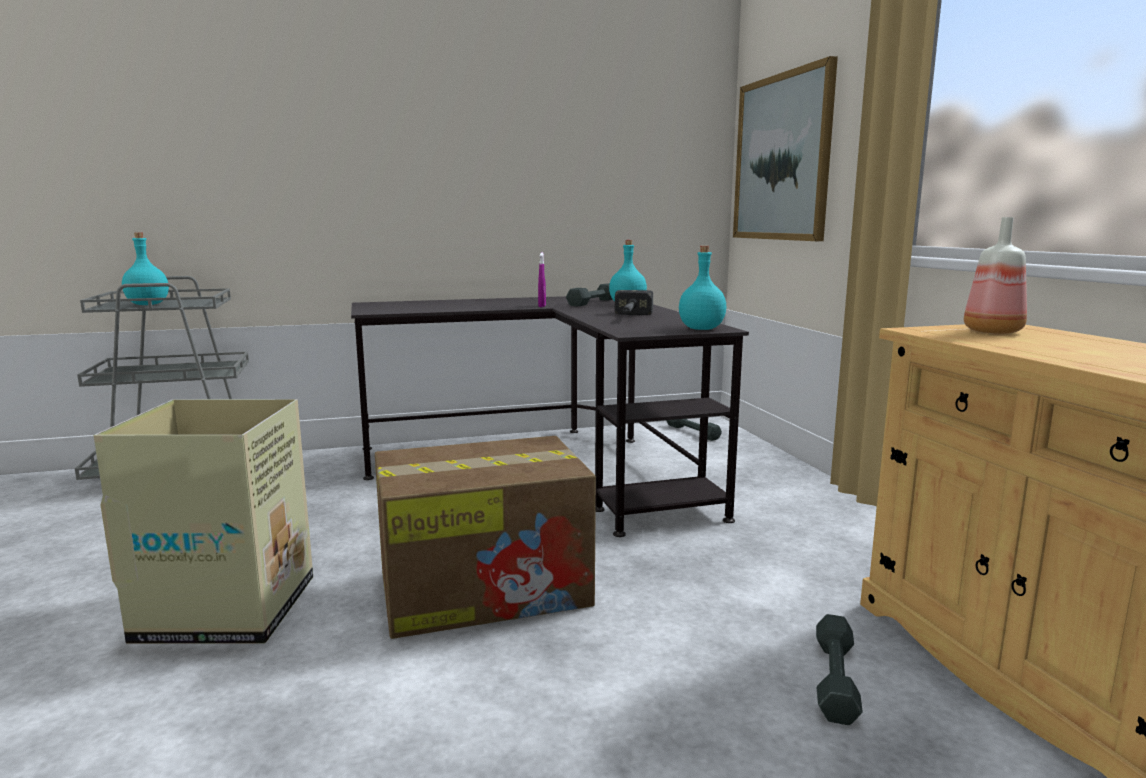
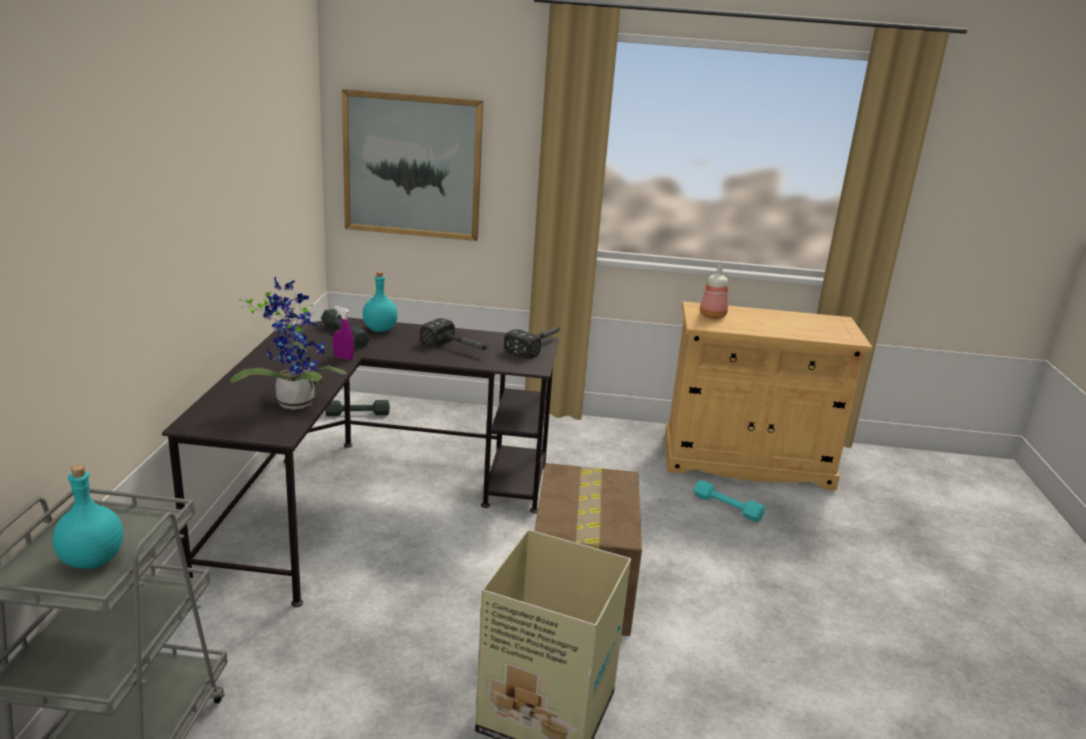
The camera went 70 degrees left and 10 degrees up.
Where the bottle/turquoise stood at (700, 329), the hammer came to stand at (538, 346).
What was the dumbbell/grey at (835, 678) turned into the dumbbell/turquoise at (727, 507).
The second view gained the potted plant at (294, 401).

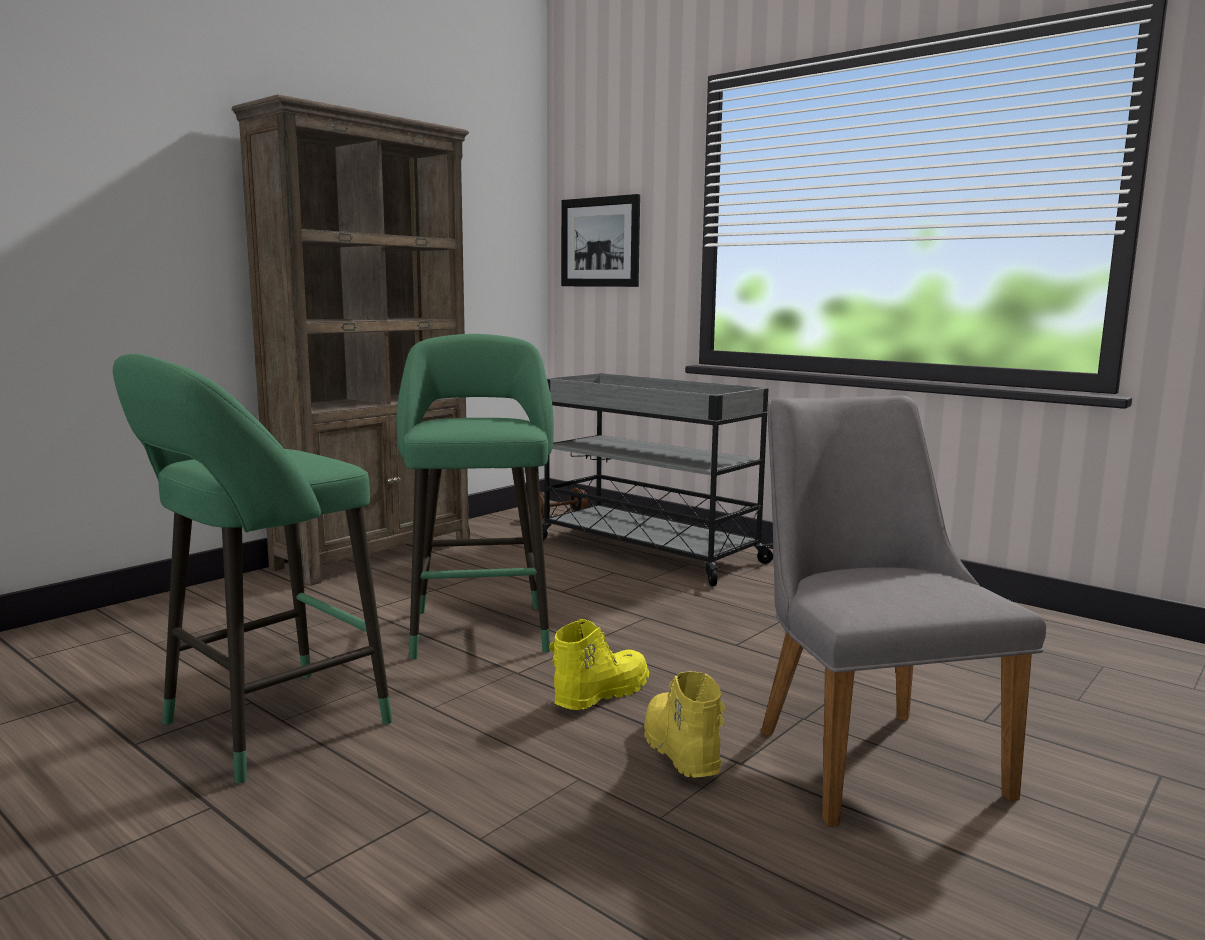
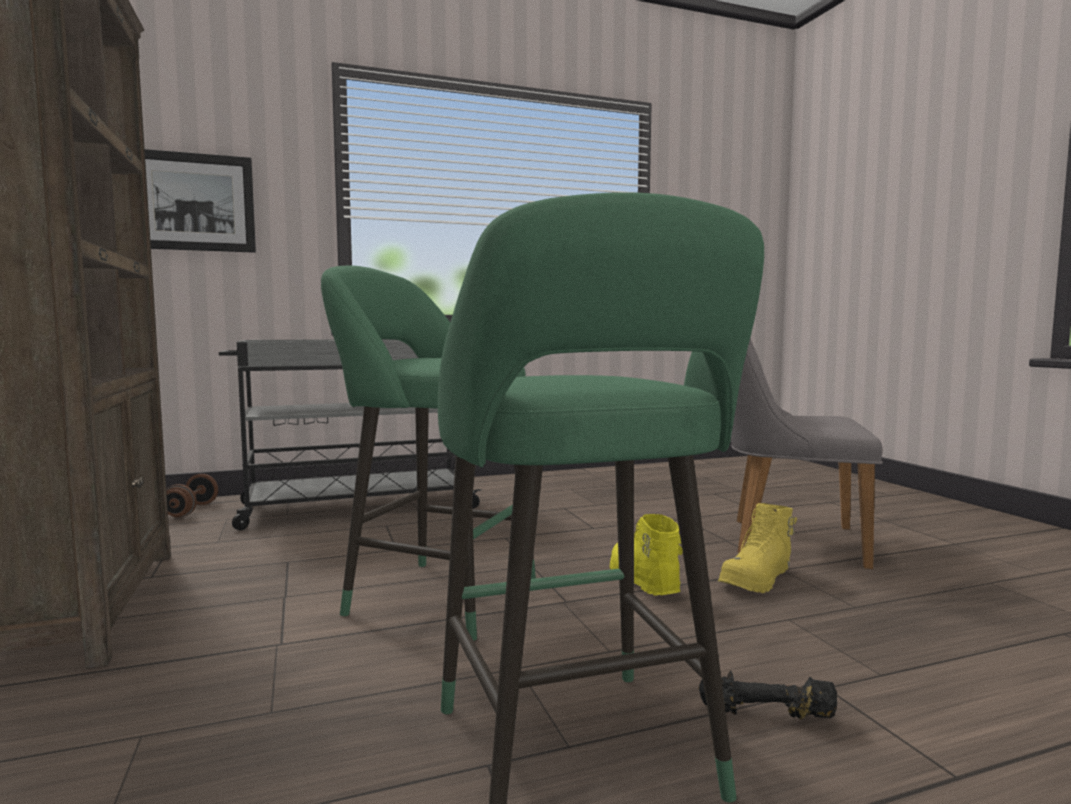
The camera went 60 degrees left and 5 degrees down.
The boot/yellow at (679, 751) ended up facing another way, 60 degrees counterclockwise from before.
The second view gained the dumbbell/black at (767, 715).

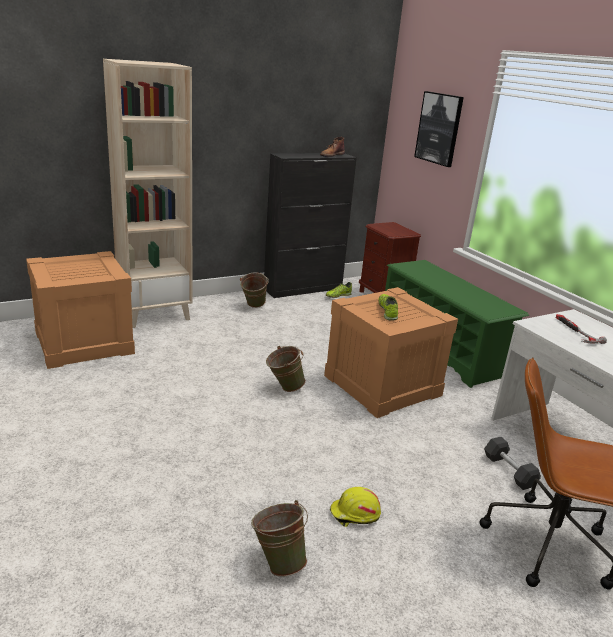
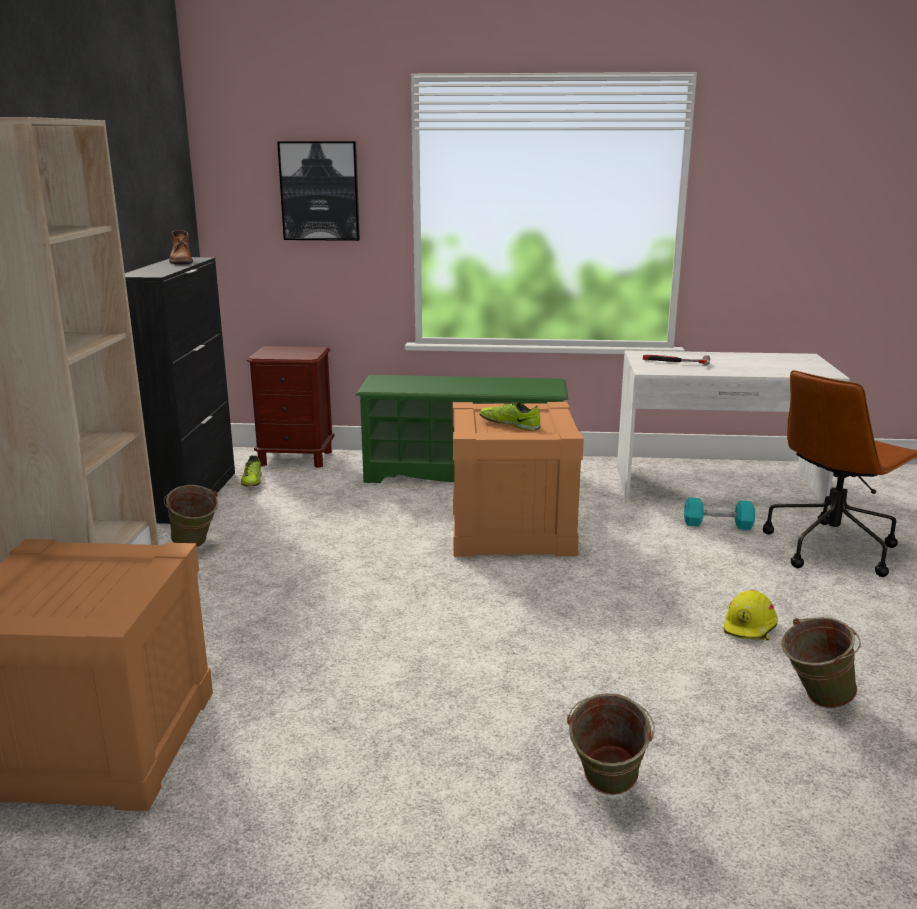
The camera went 55 degrees left and 5 degrees down.
The bucket/green ended up elsewhere, having gone from (284, 388) to (605, 791).
What was the dumbbell/grey at (509, 471) turned into the dumbbell/turquoise at (717, 524).

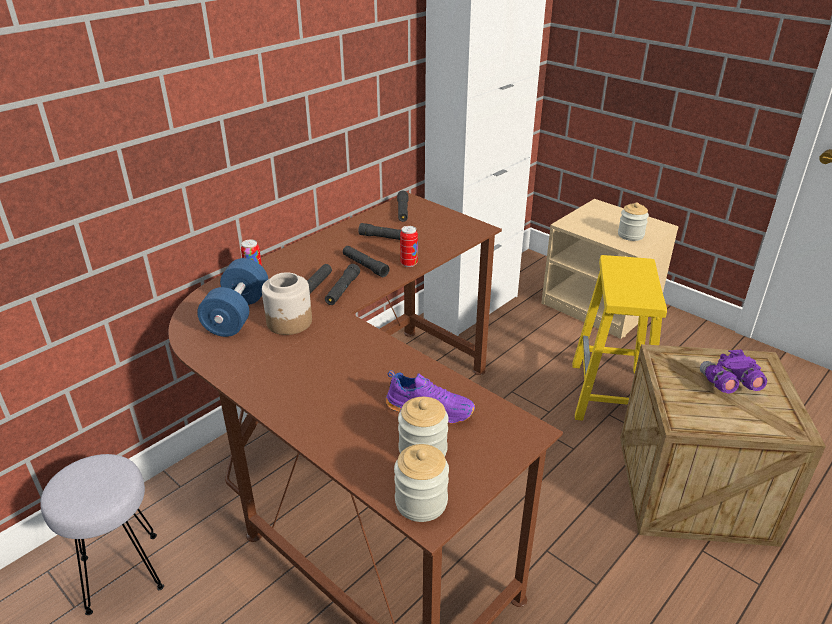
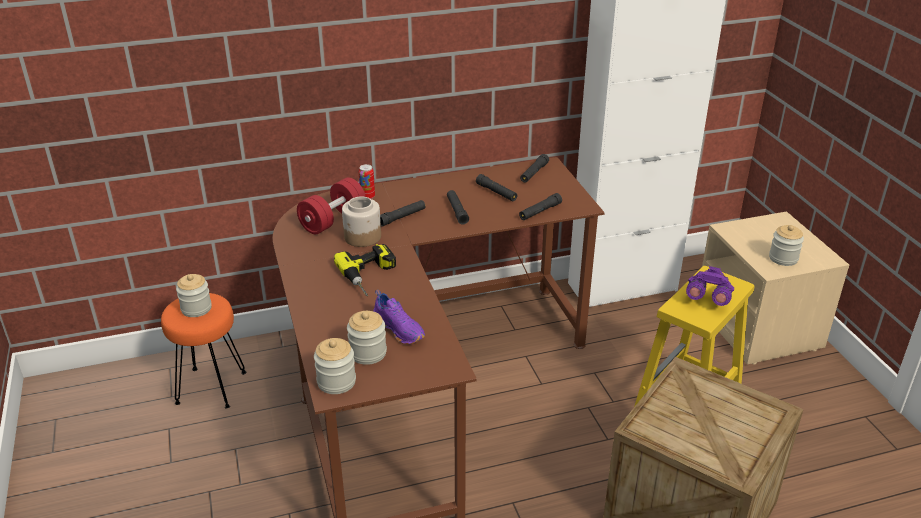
The camera went 30 degrees right and 0 degrees up.
What was the stool/grey at (122, 571) turned into the stool/orange at (211, 387).
What was the dumbbell/blue at (237, 314) turned into the dumbbell/red at (333, 220).
The flashlight/black ended up elsewhere, having gone from (342, 290) to (540, 212).
The second view lost the can at (409, 264).
The binoculars/purple ended up elsewhere, having gone from (728, 385) to (707, 299).
The second view gained the jar at (196, 308).
The second view gained the power drill at (371, 276).

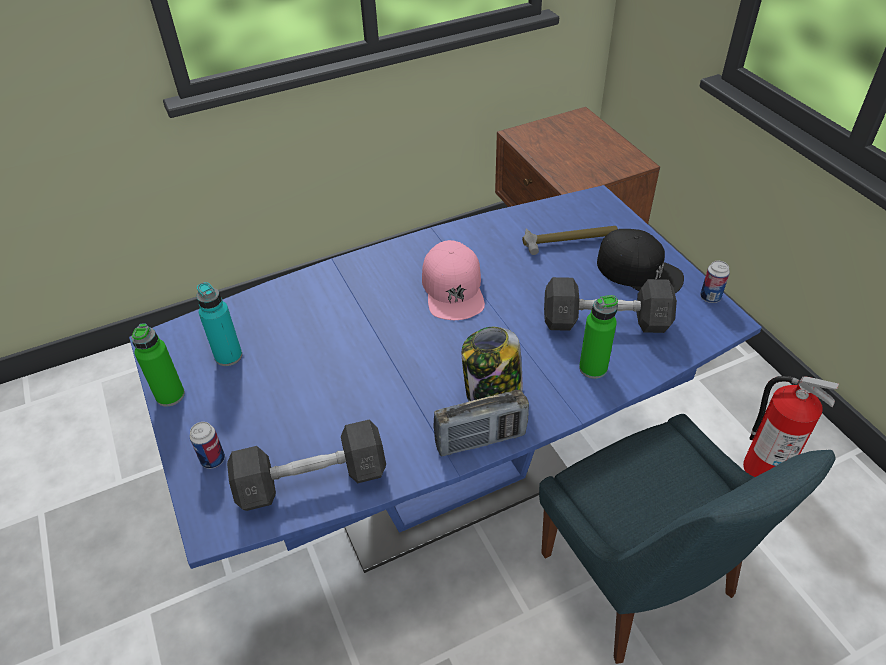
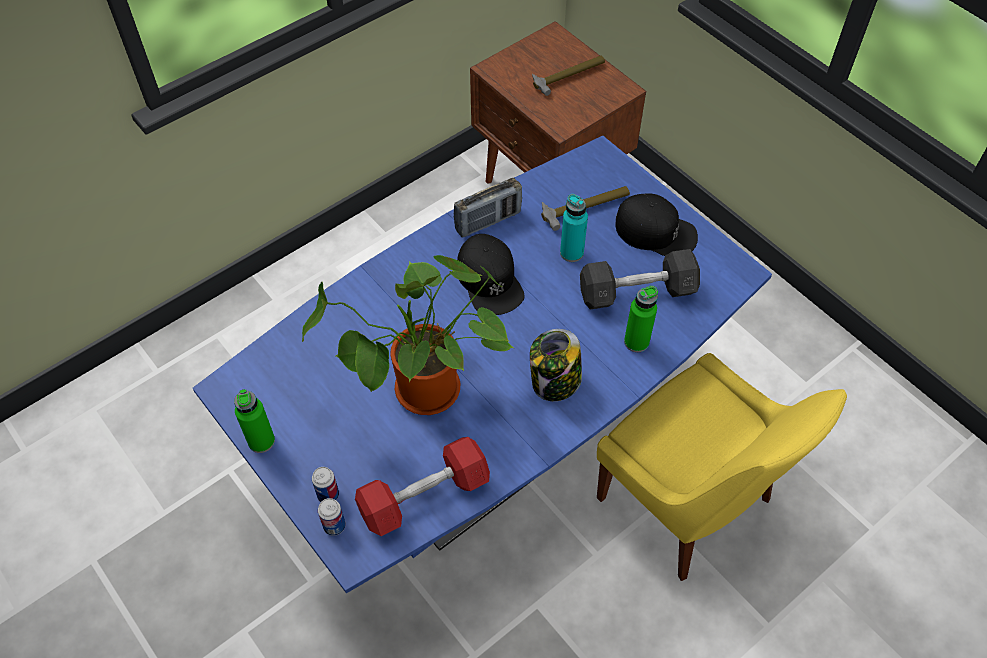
The camera went 15 degrees left and 10 degrees up.
The bottle/turquoise ended up elsewhere, having gone from (228, 356) to (571, 253).
What was the dumbbell/grey at (312, 480) turned into the dumbbell/red at (424, 496).
What was the cap/pink at (453, 288) turned into the cap/black at (490, 280).
The radio ended up elsewhere, having gone from (480, 440) to (488, 221).
What was the chair/blue at (641, 580) turned into the chair/yellow at (689, 504).
The can ended up elsewhere, having gone from (710, 297) to (334, 526).
The second view lost the fire extinguisher at (764, 468).
The second view gained the potted plant at (423, 396).
The second view gained the hammer at (568, 77).

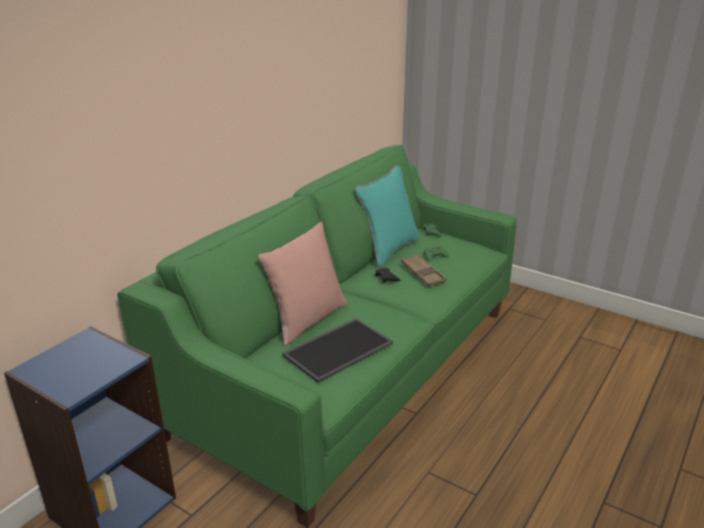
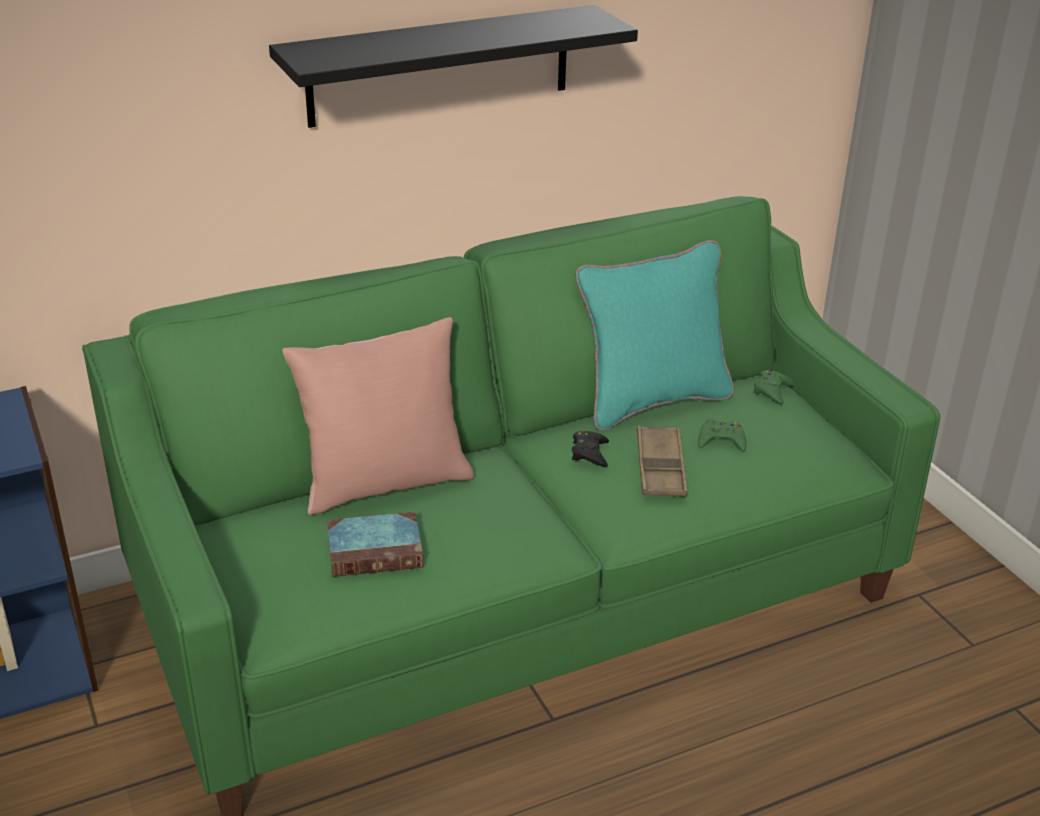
The camera went 30 degrees right and 5 degrees up.
Where the tray stood at (338, 348), the book came to stand at (377, 550).
The second view gained the shelf/black at (440, 66).

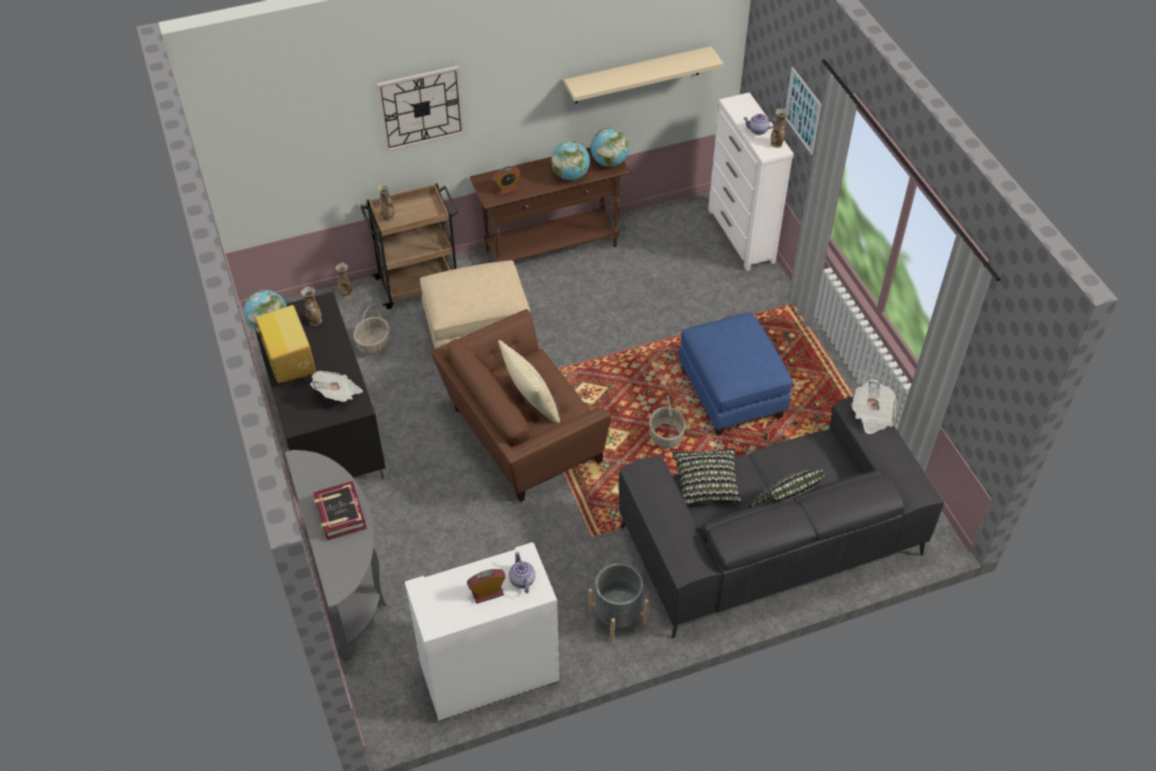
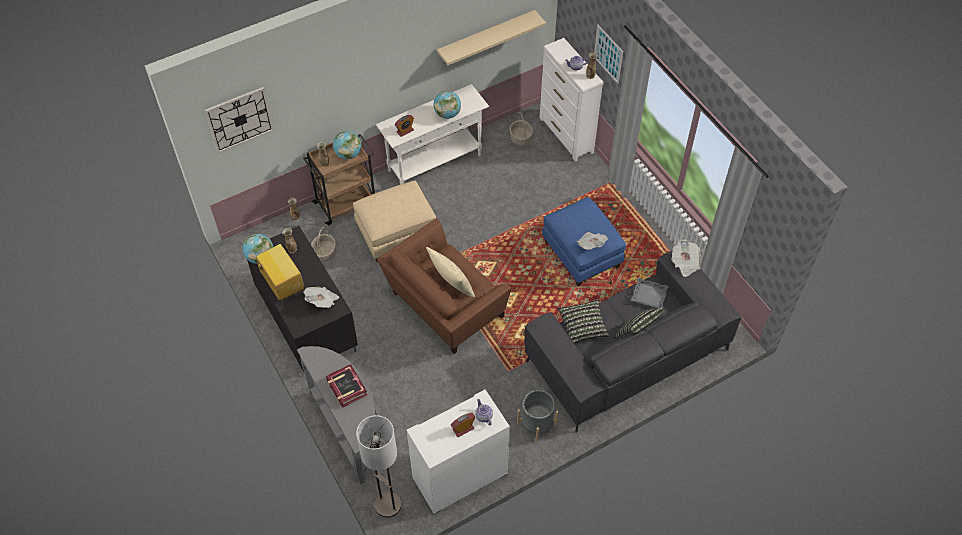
The camera went 10 degrees left and 5 degrees up.
The wall clock ended up elsewhere, having gone from (421, 108) to (239, 119).
What was the console table/brown at (552, 248) turned into the console table/white at (435, 163).
The globe ended up elsewhere, having gone from (609, 162) to (348, 154).
The basket ended up elsewhere, having gone from (666, 436) to (521, 138).
The second view gained the floor lamp at (387, 504).
The second view gained the newspaper at (591, 245).
The second view gained the tray/grey at (649, 295).

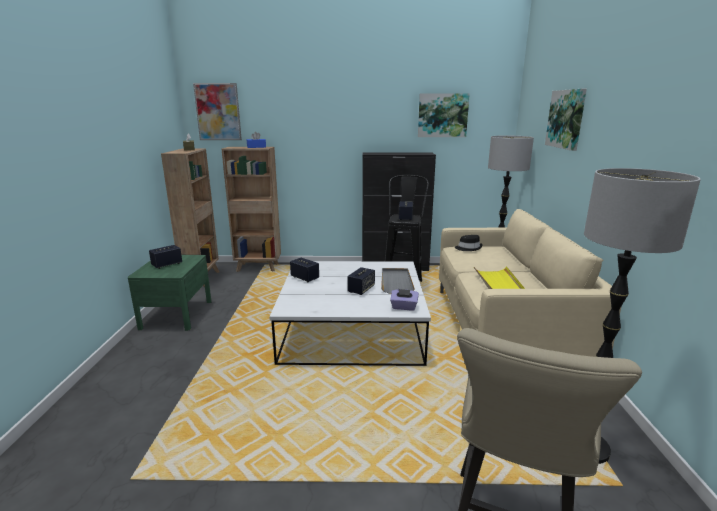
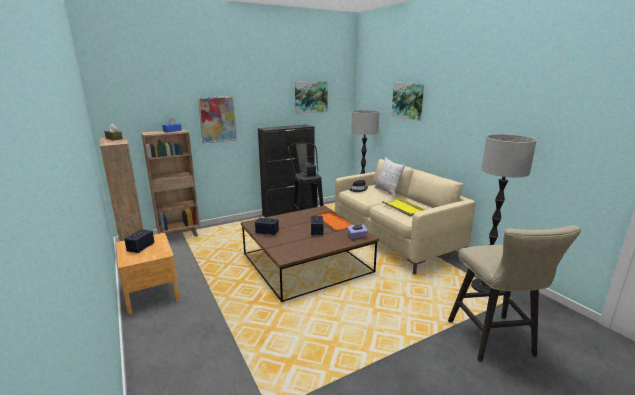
The camera went 30 degrees left and 0 degrees up.
What was the nightstand/green at (177, 314) turned into the nightstand/brown at (151, 292).
The picture ended up elsewhere, having gone from (218, 112) to (217, 119).
What was the coffee table/white at (352, 329) turned into the coffee table/brown at (306, 262).
What was the tray/grey at (396, 282) turned into the tray/orange at (332, 221).
The second view gained the pillow at (387, 192).

